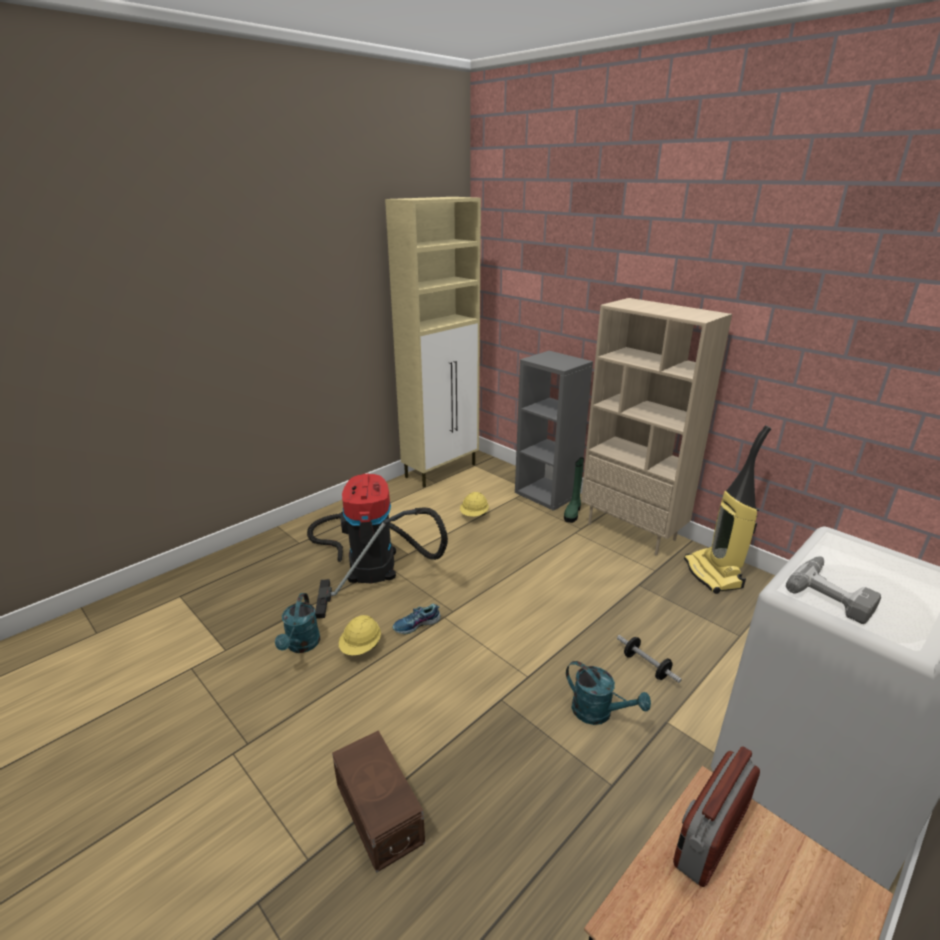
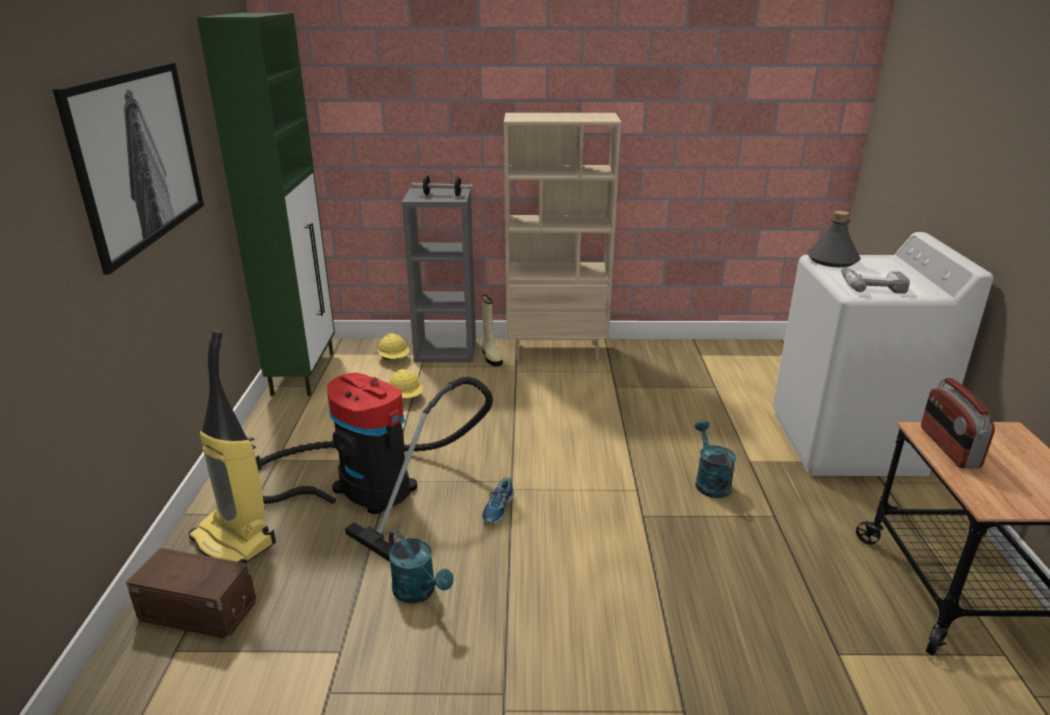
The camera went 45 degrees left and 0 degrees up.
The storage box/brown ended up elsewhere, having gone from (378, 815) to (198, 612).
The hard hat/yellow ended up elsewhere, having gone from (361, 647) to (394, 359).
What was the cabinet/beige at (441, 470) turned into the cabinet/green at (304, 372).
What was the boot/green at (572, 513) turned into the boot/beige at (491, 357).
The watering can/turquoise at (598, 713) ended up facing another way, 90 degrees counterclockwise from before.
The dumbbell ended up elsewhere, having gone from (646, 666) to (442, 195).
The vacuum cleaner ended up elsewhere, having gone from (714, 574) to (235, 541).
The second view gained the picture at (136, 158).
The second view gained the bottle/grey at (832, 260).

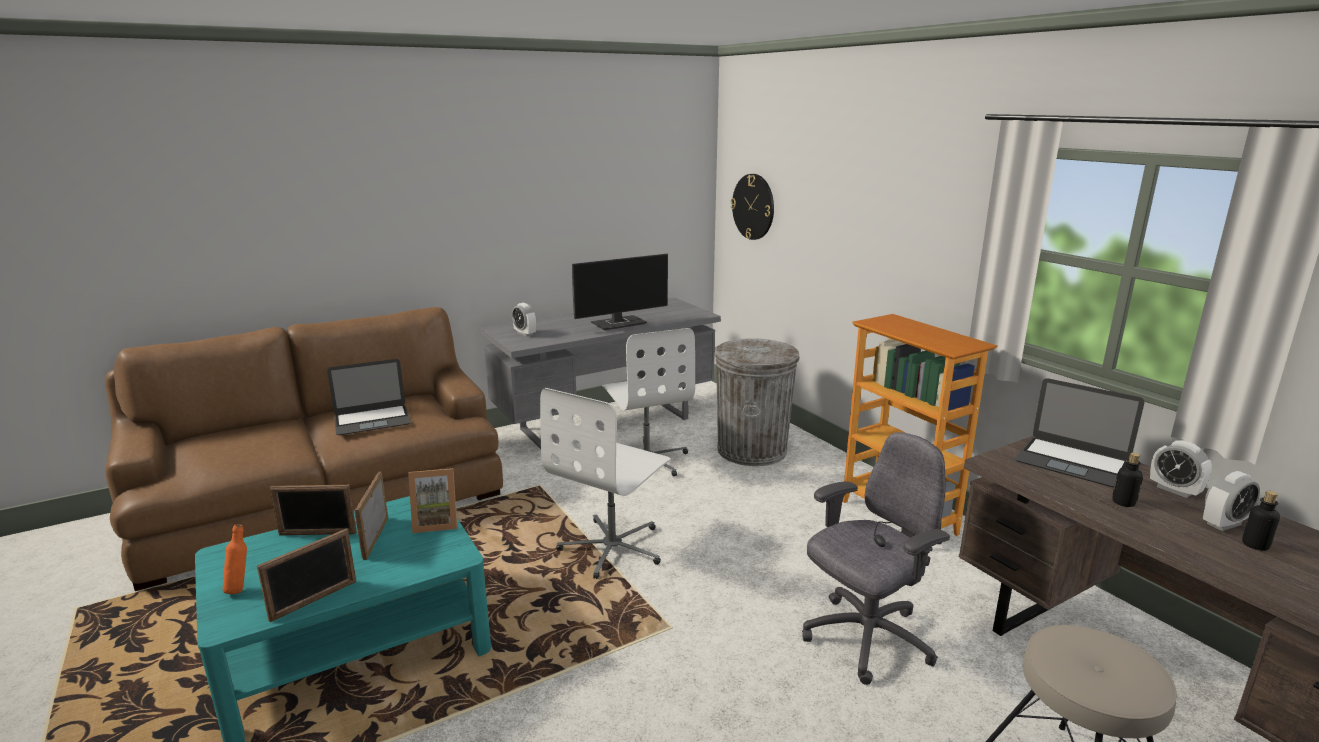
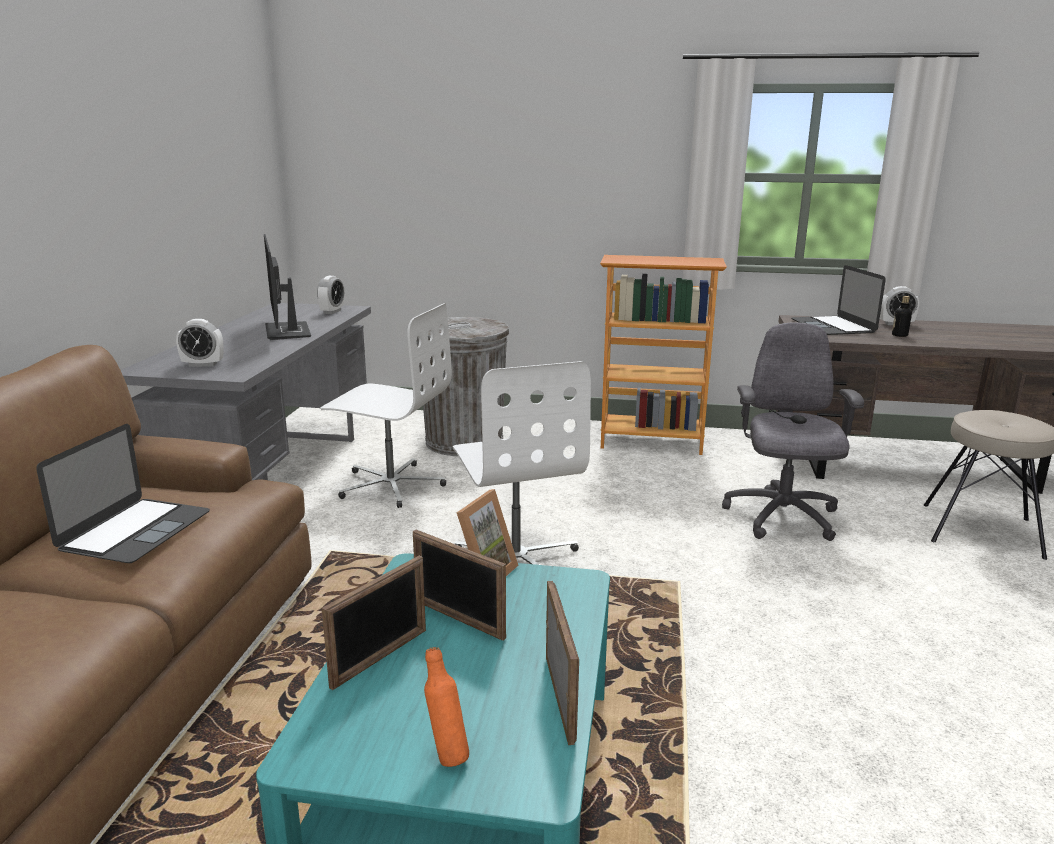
The camera went 50 degrees left and 0 degrees up.
The monitor at (619, 323) ended up facing another way, 150 degrees clockwise from before.
The second view lost the wall clock at (753, 207).
The laptop at (1072, 462) ended up facing another way, 90 degrees clockwise from before.
The alarm clock ended up elsewhere, having gone from (1223, 524) to (332, 312).
The second view lost the bottle at (1255, 545).

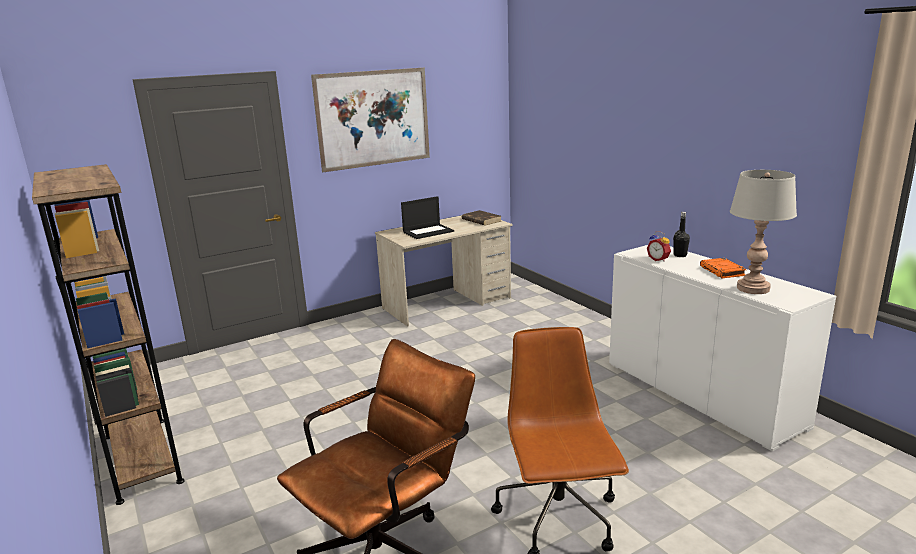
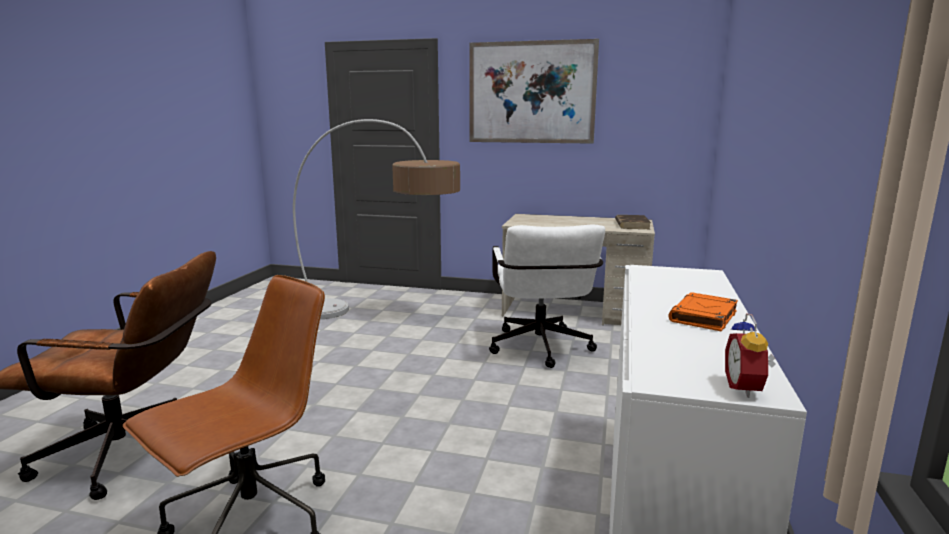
The camera went 45 degrees right and 5 degrees down.
The second view lost the bookcase/brown at (142, 458).
The second view lost the laptop at (428, 231).
The alarm clock ended up elsewhere, having gone from (659, 259) to (746, 389).
The second view lost the bottle/black at (680, 255).
The second view lost the table lamp/grey at (753, 288).
The second view gained the floor lamp at (384, 317).
The second view gained the office chair/white at (541, 350).

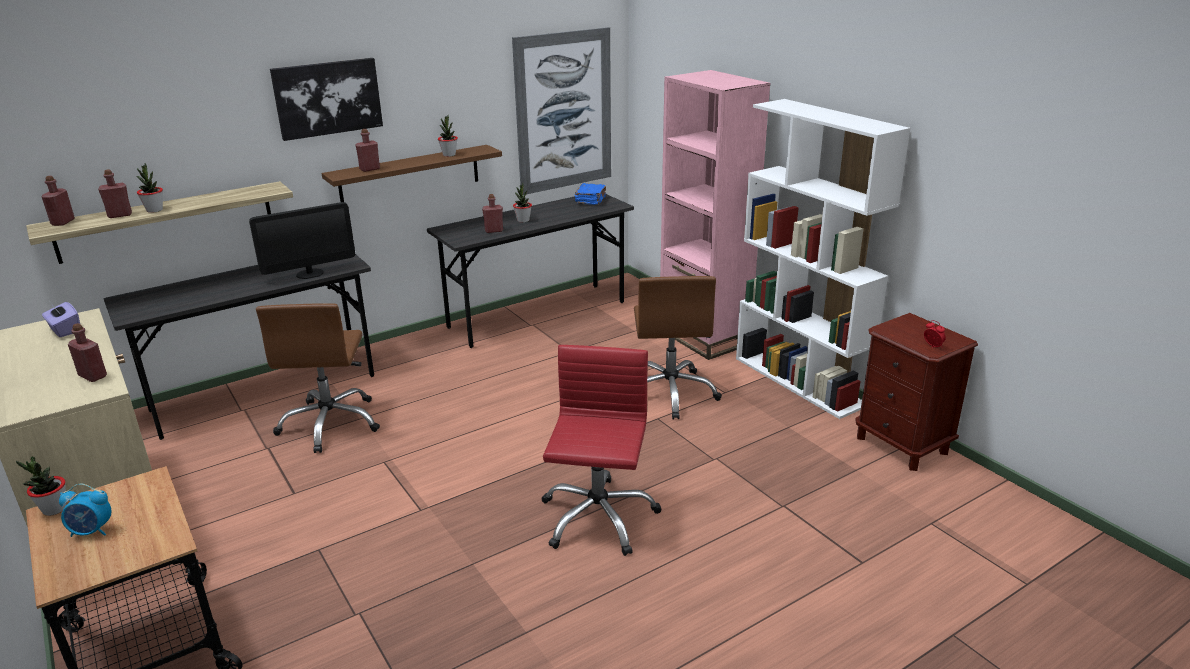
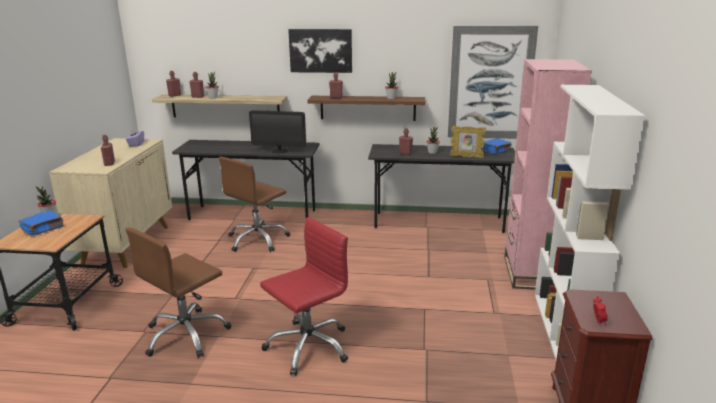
The camera went 40 degrees right and 5 degrees down.
Where the alarm clock stood at (92, 531), the book/blue came to stand at (43, 229).
The office chair/brown ended up elsewhere, having gone from (670, 393) to (186, 335).
The second view gained the picture frame at (466, 157).

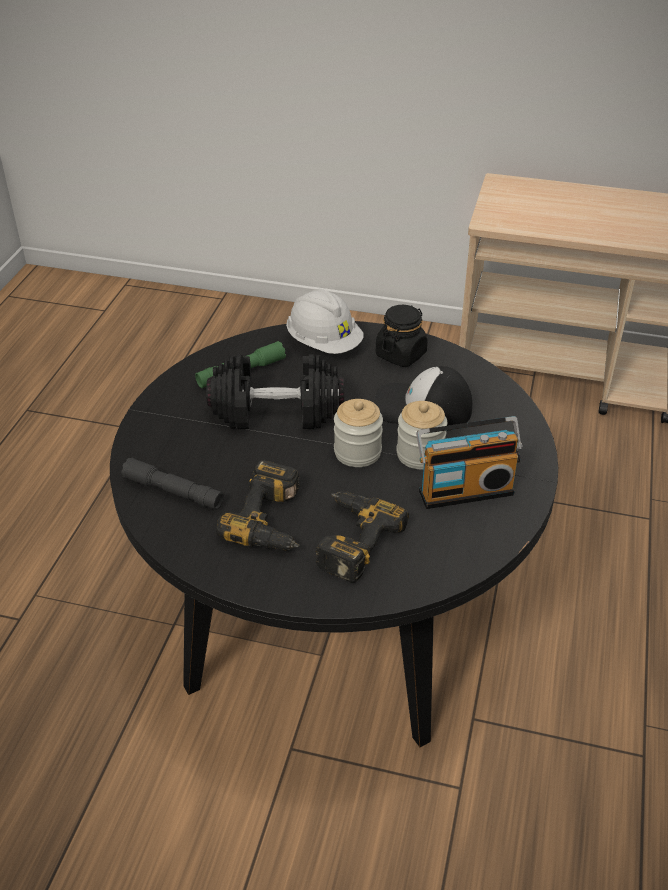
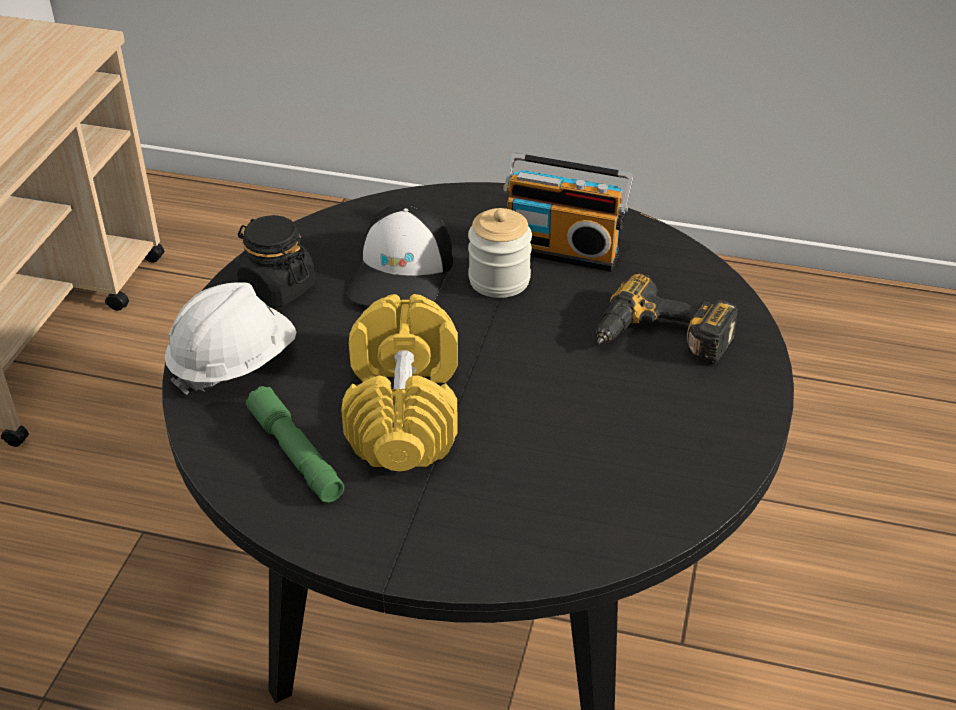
The camera went 90 degrees left and 0 degrees up.
The second view lost the flashlight/grey at (173, 491).
What was the dumbbell/black at (277, 411) turned into the dumbbell/yellow at (403, 410).
The second view lost the power drill at (273, 520).
The second view lost the jar at (357, 452).
The radio at (465, 490) ended up facing another way, 120 degrees clockwise from before.

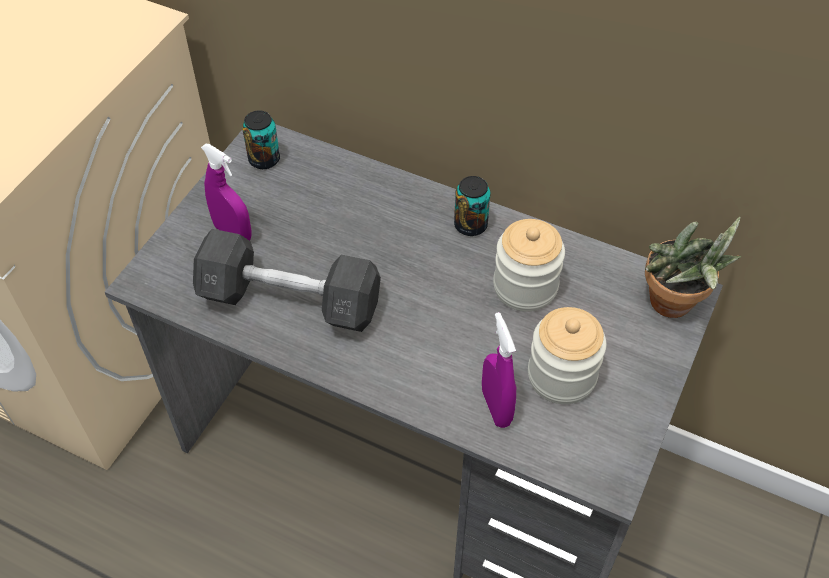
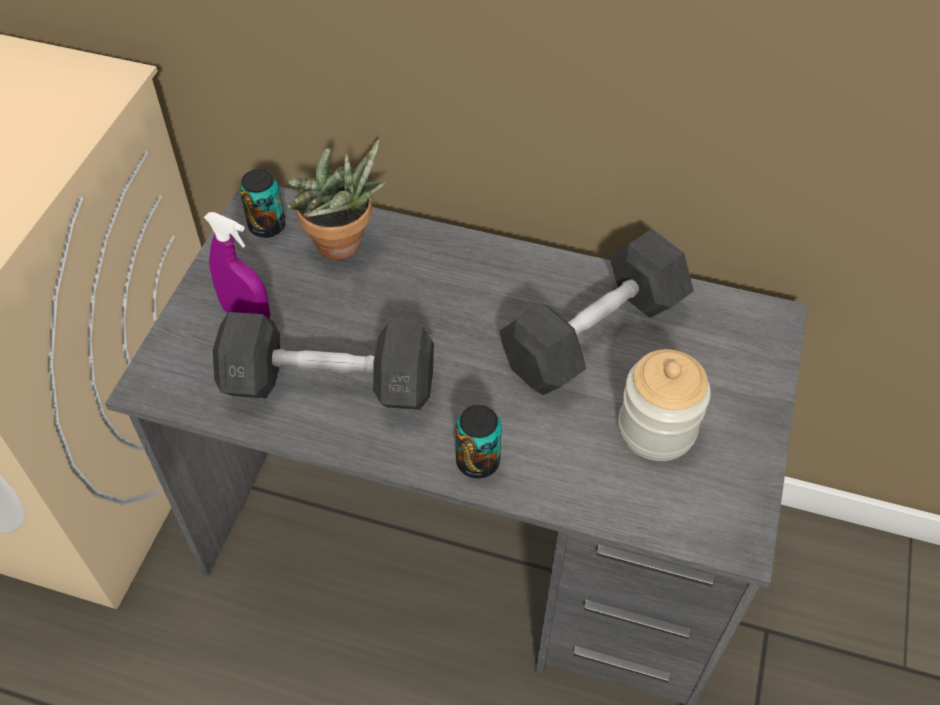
The camera went 10 degrees left and 0 degrees up.
The can ended up elsewhere, having gone from (470, 225) to (477, 461).
The second view lost the spray bottle/purple at (496, 407).
Where the jar stood at (525, 287), the dumbbell/grey came to stand at (594, 334).
The potted plant ended up elsewhere, having gone from (675, 306) to (343, 248).

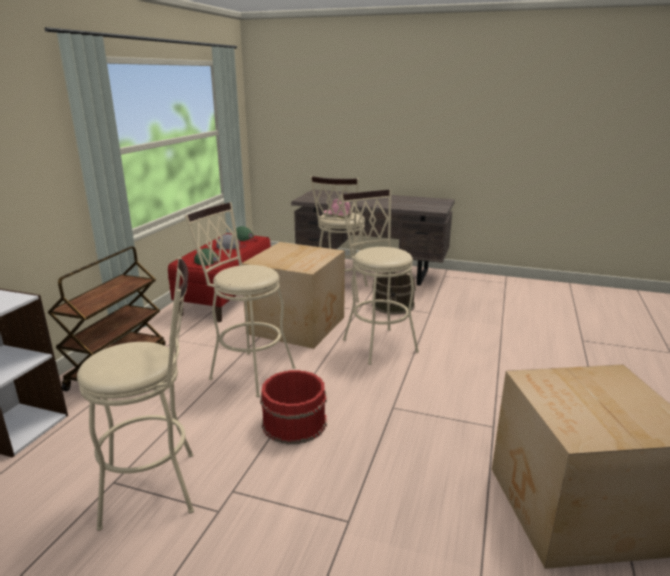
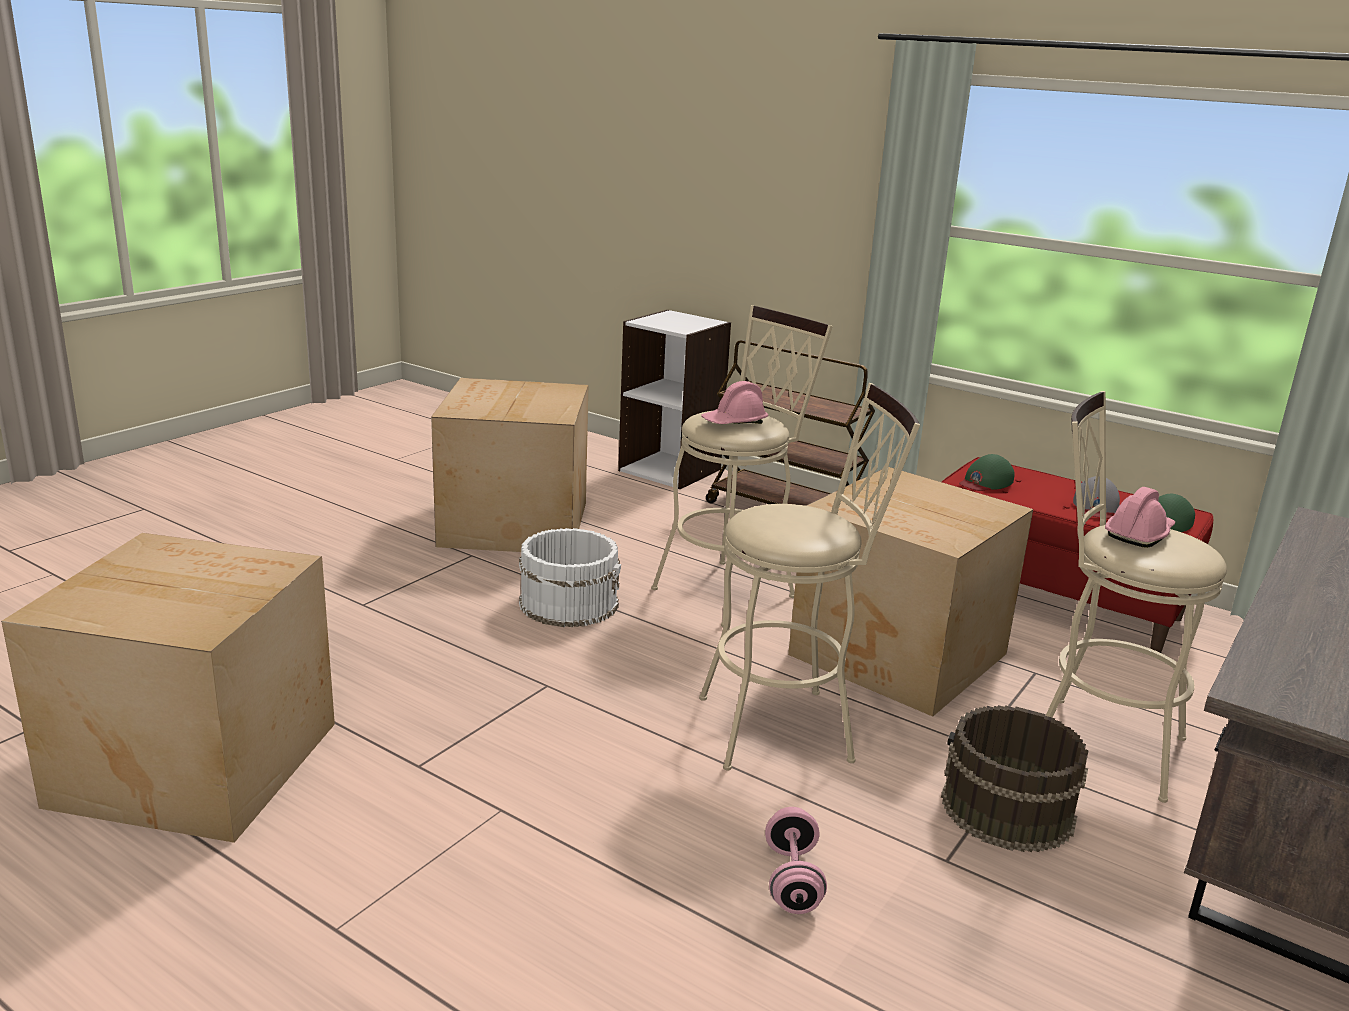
The camera went 105 degrees right and 0 degrees up.
Where the stool/beige stood at (159, 487), the cardboard box came to stand at (512, 525).
What was the bucket/red at (293, 422) turned into the bucket/white at (569, 603).
The second view gained the hard hat/pink at (734, 422).
The second view gained the dumbbell/pink at (792, 880).

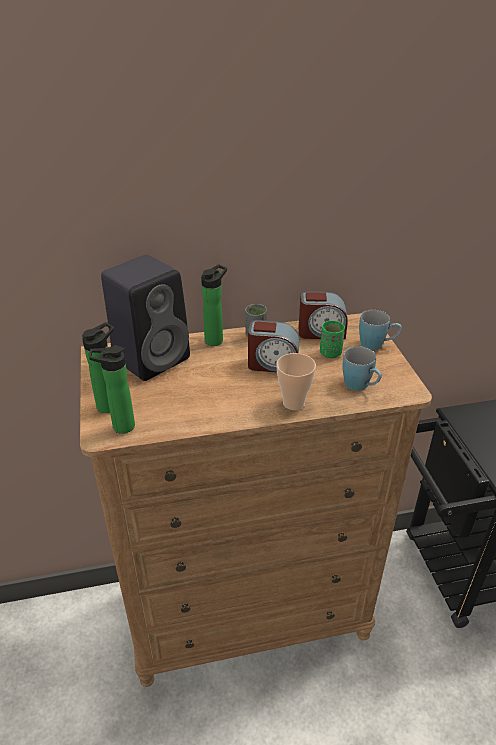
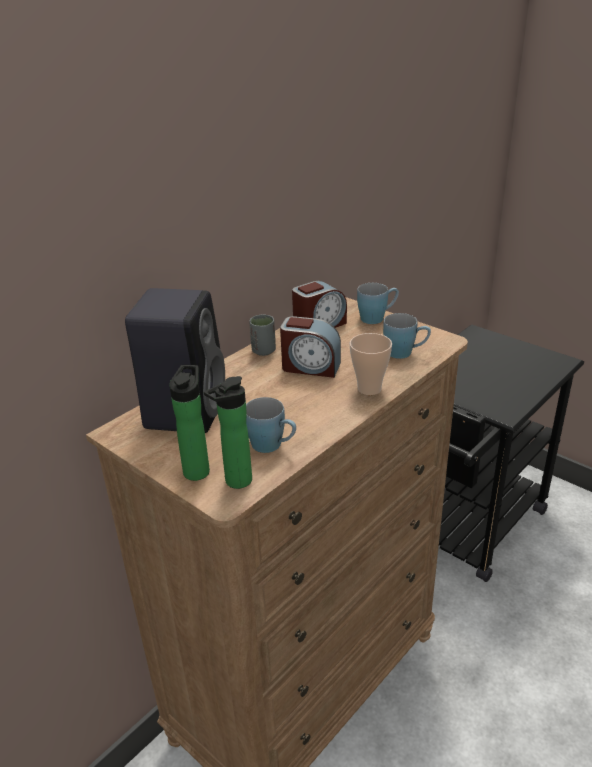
The camera went 35 degrees left and 5 degrees down.
The second view lost the bottle at (216, 339).
The alarm clock at (273, 364) ended up facing another way, 45 degrees clockwise from before.
The second view lost the cup/green at (330, 353).
The second view gained the mug/blue at (273, 446).

